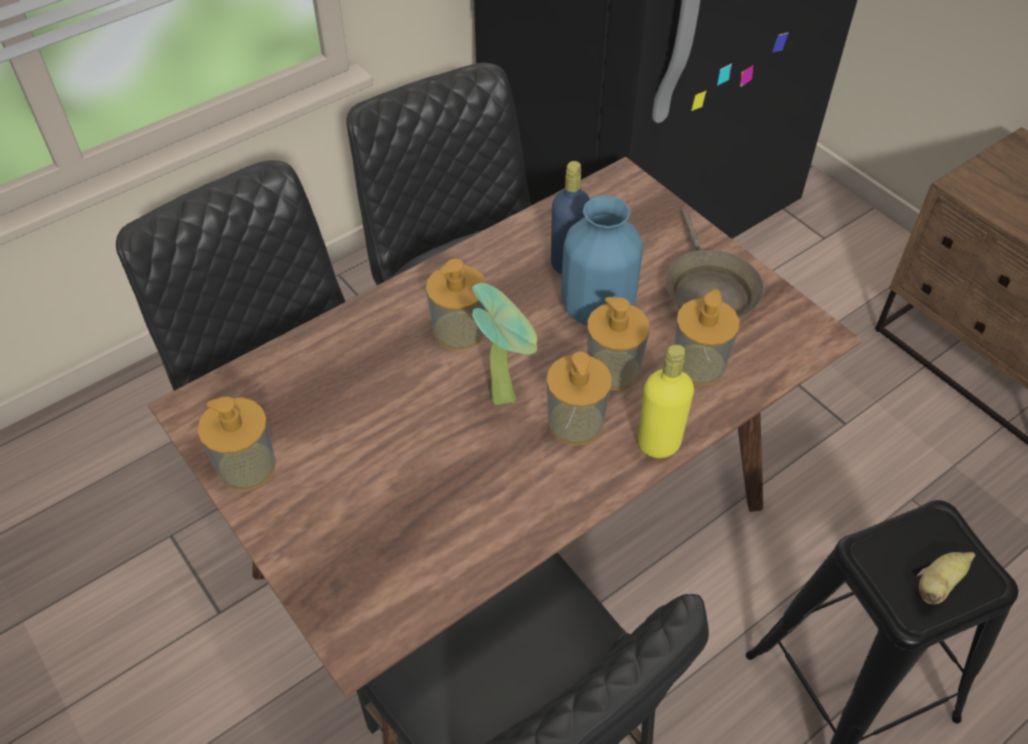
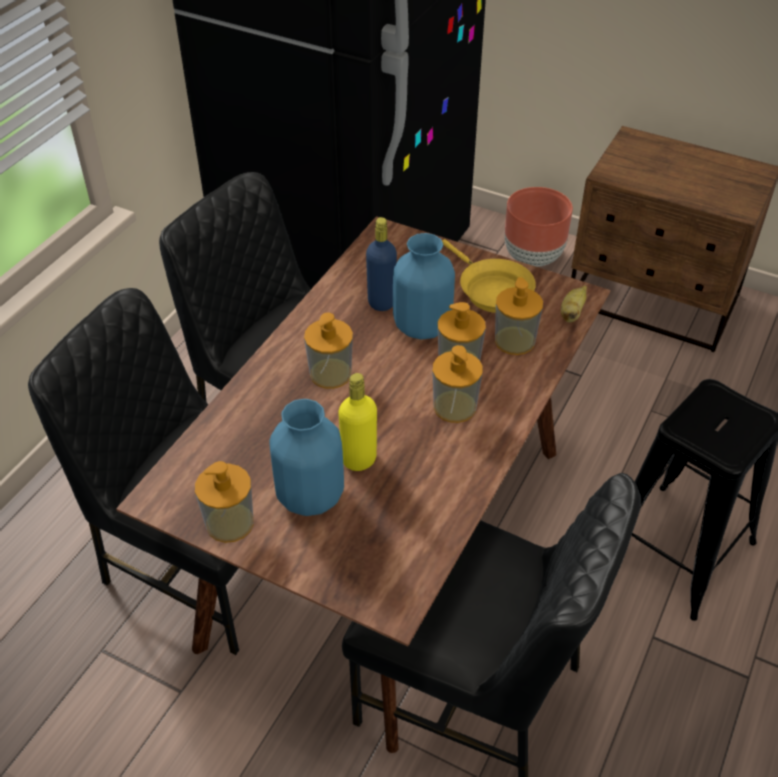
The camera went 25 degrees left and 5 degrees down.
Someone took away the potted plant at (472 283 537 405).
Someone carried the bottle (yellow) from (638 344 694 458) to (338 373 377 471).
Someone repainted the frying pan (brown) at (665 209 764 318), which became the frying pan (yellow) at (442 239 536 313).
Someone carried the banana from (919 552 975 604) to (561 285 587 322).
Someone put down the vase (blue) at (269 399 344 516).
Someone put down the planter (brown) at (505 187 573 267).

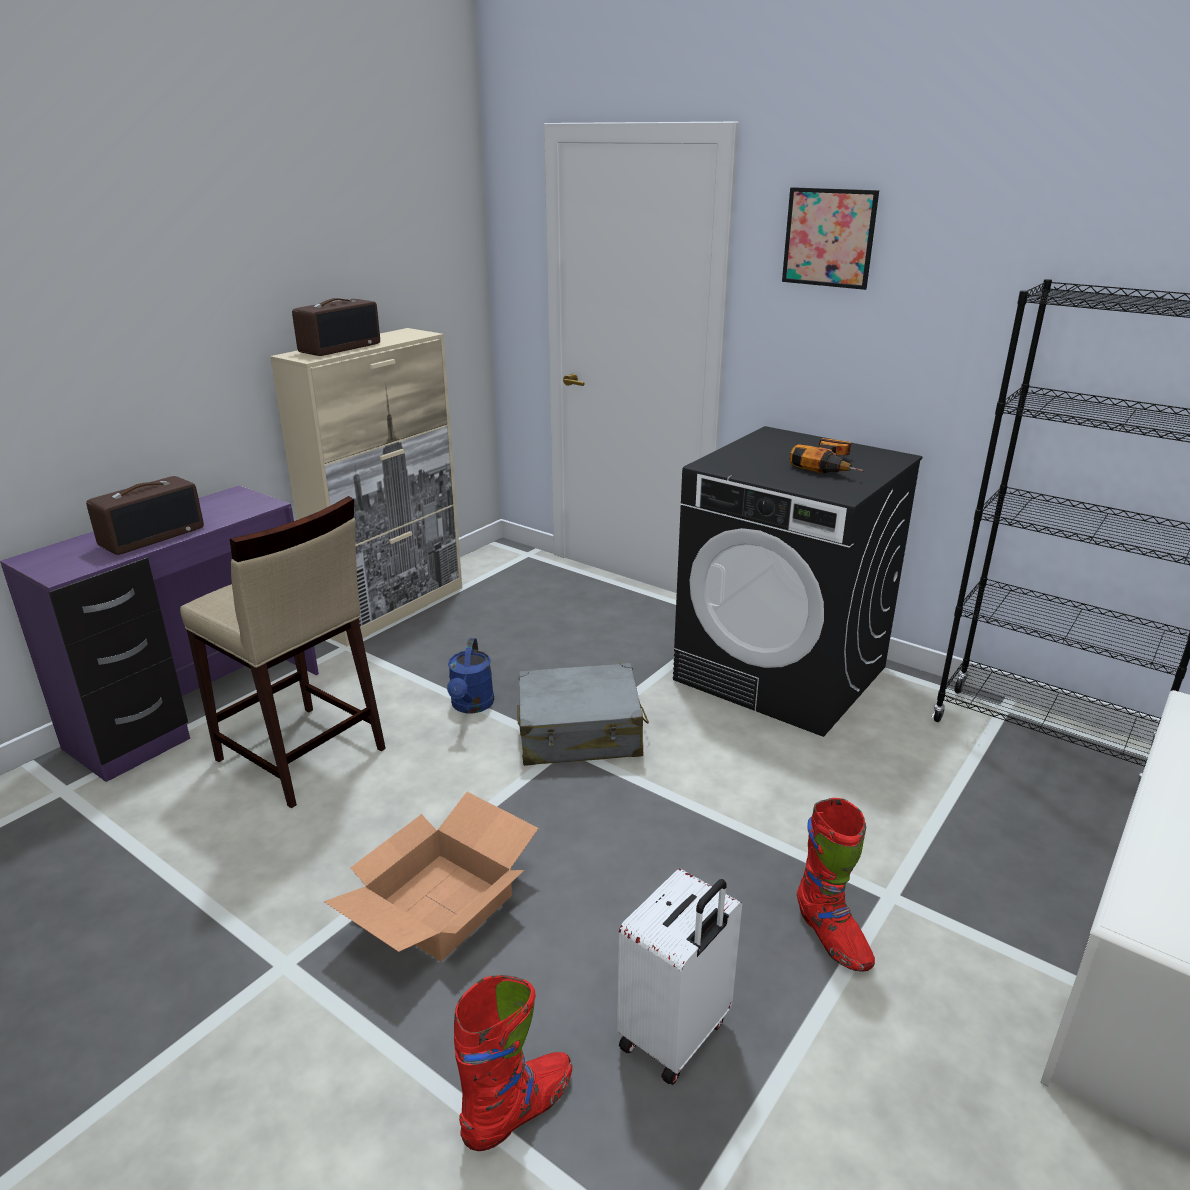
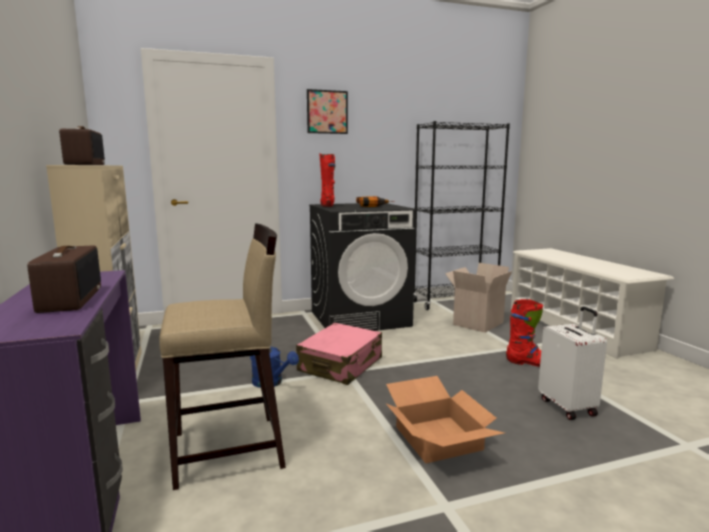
The camera went 55 degrees left and 15 degrees down.
Someone carried the boot (red) from (454 975 572 1151) to (319 153 335 207).
Someone repainted the suitcase (grey) at (517 663 649 766), which became the suitcase (pink) at (296 323 382 385).
Someone put down the cardboard box at (445 263 512 333).

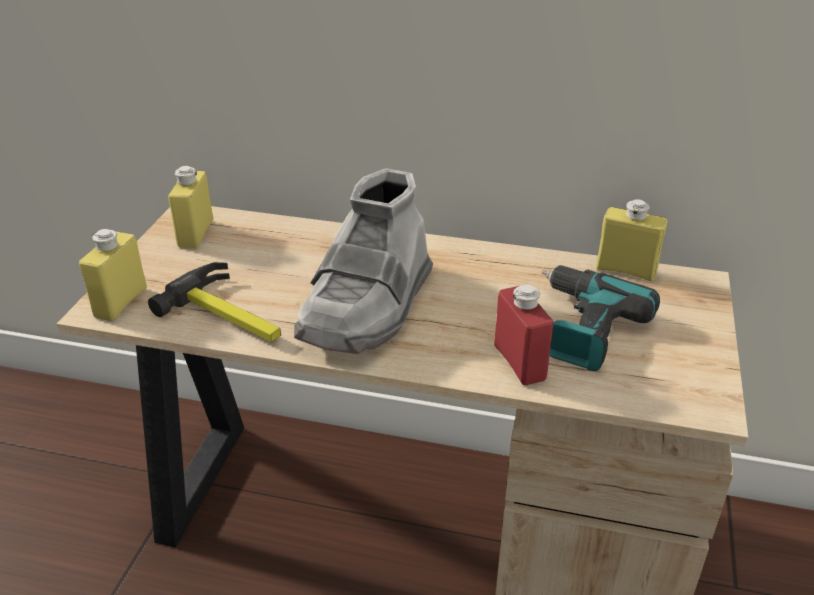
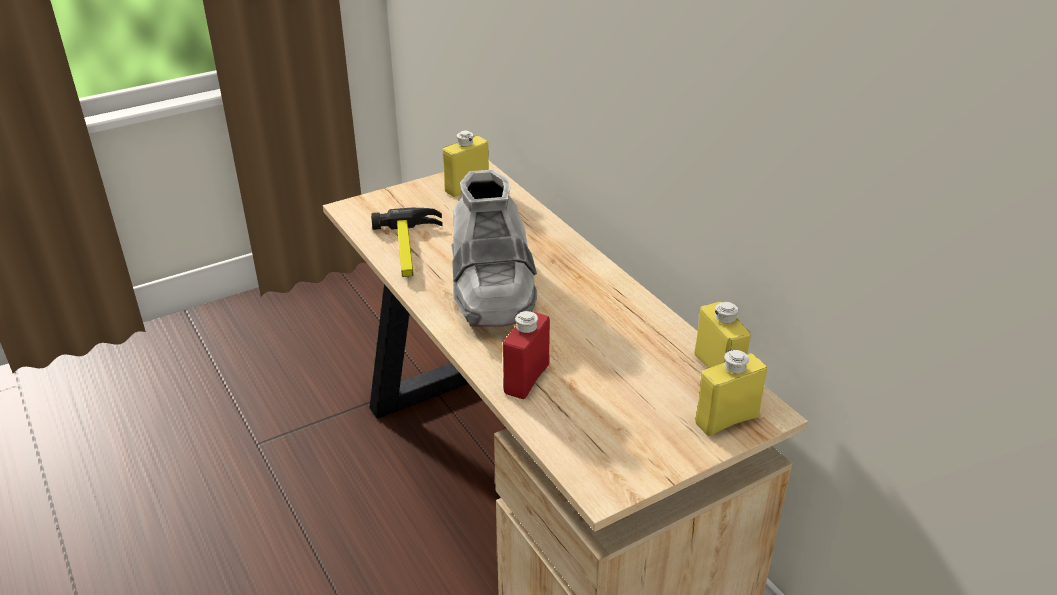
The camera went 45 degrees right and 0 degrees up.
Someone carried the bottle (yellow) from (79 229 147 321) to (695 350 767 436).
Someone rotated the boot (grey) at (294 168 433 354) by 75 degrees counterclockwise.
Someone took away the power drill at (542 265 660 371).

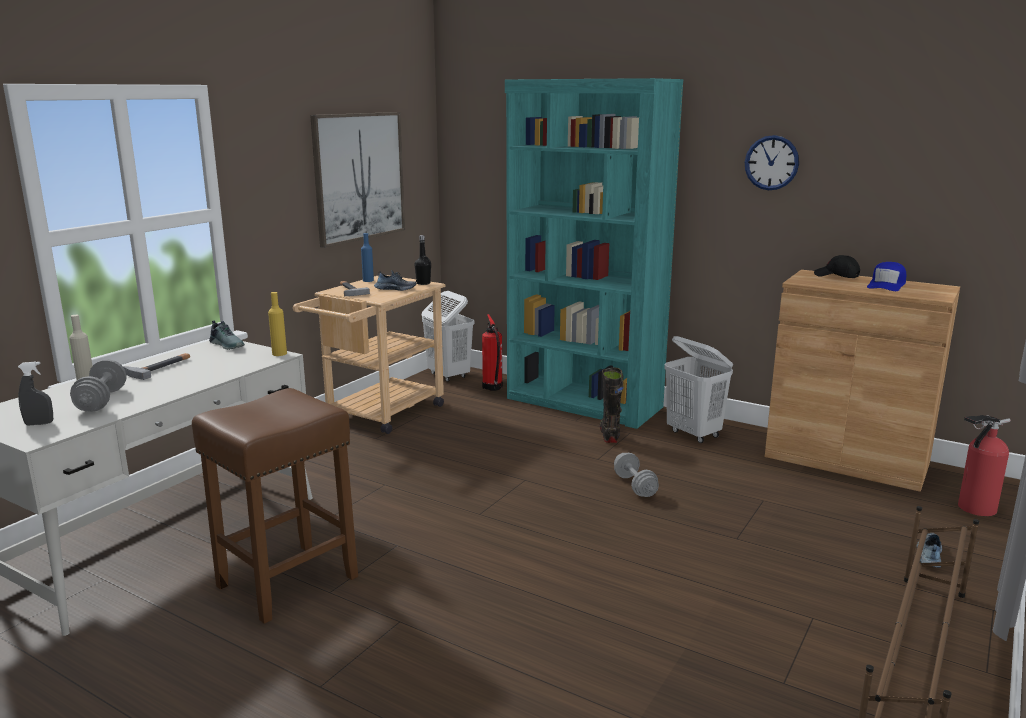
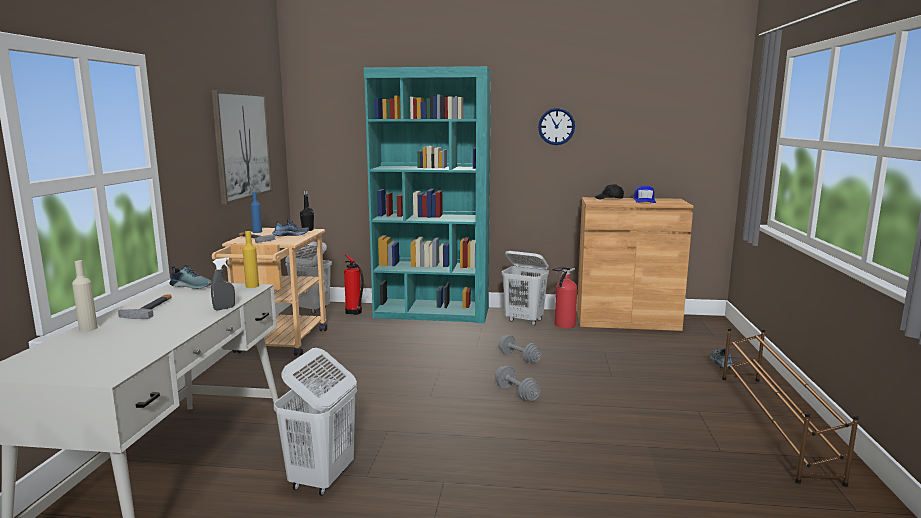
The camera went 25 degrees left and 5 degrees down.
Someone carried the spray bottle (grey) from (18 361 53 426) to (211 258 235 310).
Someone carried the dumbbell (grey) from (70 359 127 412) to (495 366 540 401).
Someone swapped the stool (brown) at (192 388 358 624) for the laundry basket (white) at (274 348 357 496).
Someone took away the boot (black) at (600 368 623 443).
Someone carried the fire extinguisher from (958 415 1011 516) to (552 267 577 328).

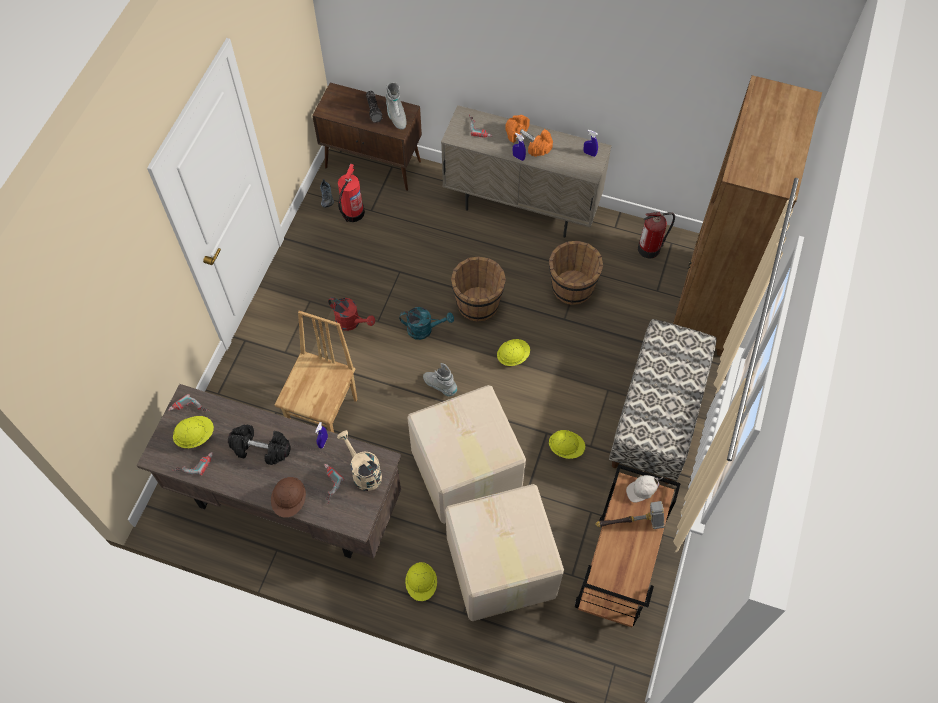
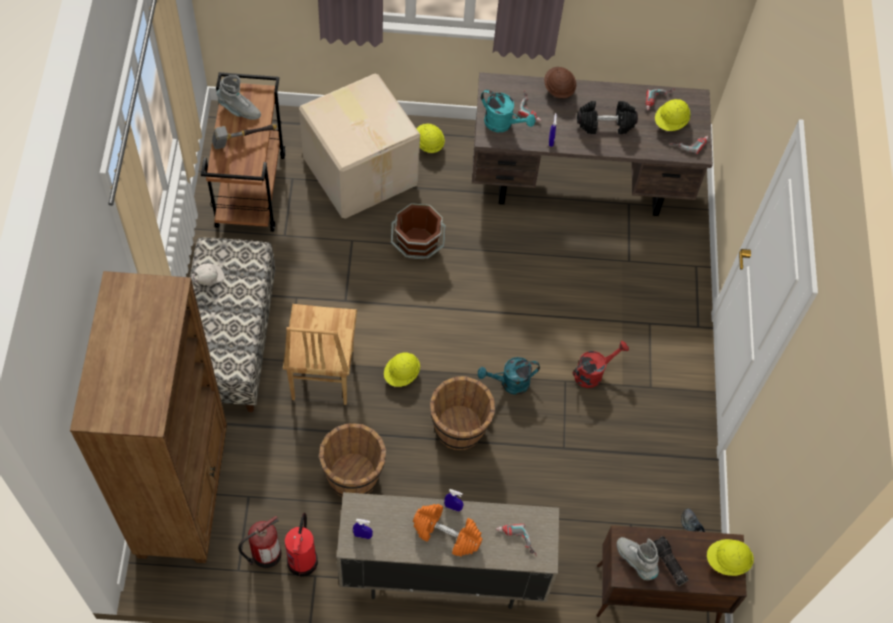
The camera went 160 degrees right and 0 degrees up.
Someone carried the chair (brown) from (275 311 358 433) to (283 304 357 405).
Someone rotated the watering can (red) at (328 297 375 331) by 135 degrees clockwise.
Someone repainted the watering can (beige) at (337 430 382 491), which became the watering can (turquoise) at (481 89 536 132).
Someone carried the fire extinguisher from (338 164 365 222) to (285 513 318 577).
Someone swapped the cardboard box at (407 385 526 524) for the bucket (brown) at (391 203 446 260).
Someone carried the boot (grey) from (423 363 457 397) to (217 75 261 120).
Someone carried the hard hat (yellow) from (549 430 585 459) to (707 539 754 576).
Someone carried the cap (white) from (626 475 663 503) to (192 263 225 285).

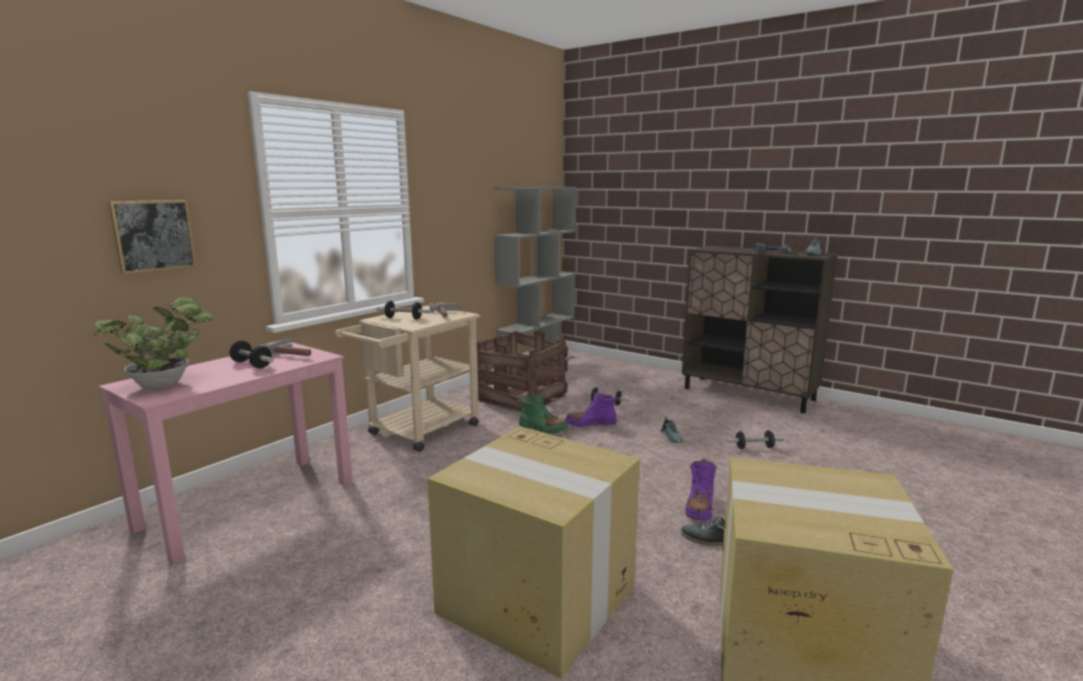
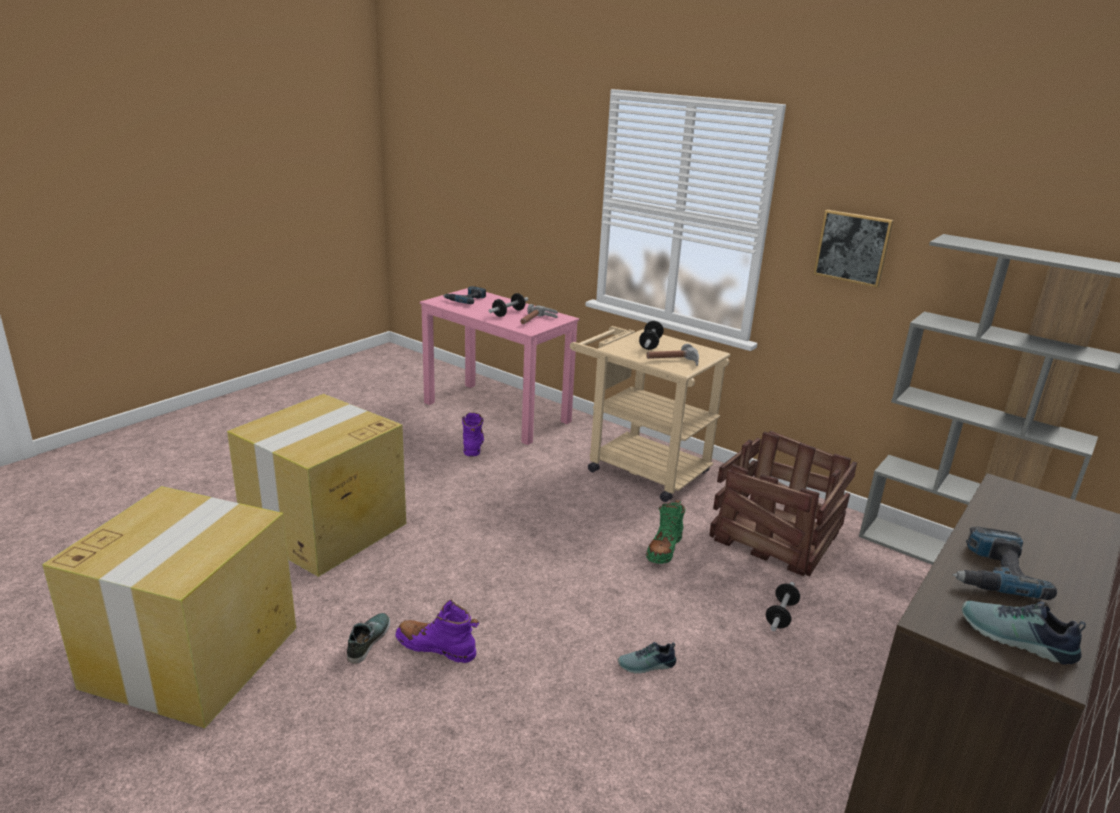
The camera went 90 degrees right and 10 degrees up.
Someone swapped the potted plant at (93 297 215 389) for the power drill at (443 286 486 304).
Someone carried the picture from (109 200 197 274) to (813 210 893 287).
Someone carried the boot (purple) from (566 391 619 427) to (462 413 484 457).
Someone took away the dumbbell at (726 430 784 449).

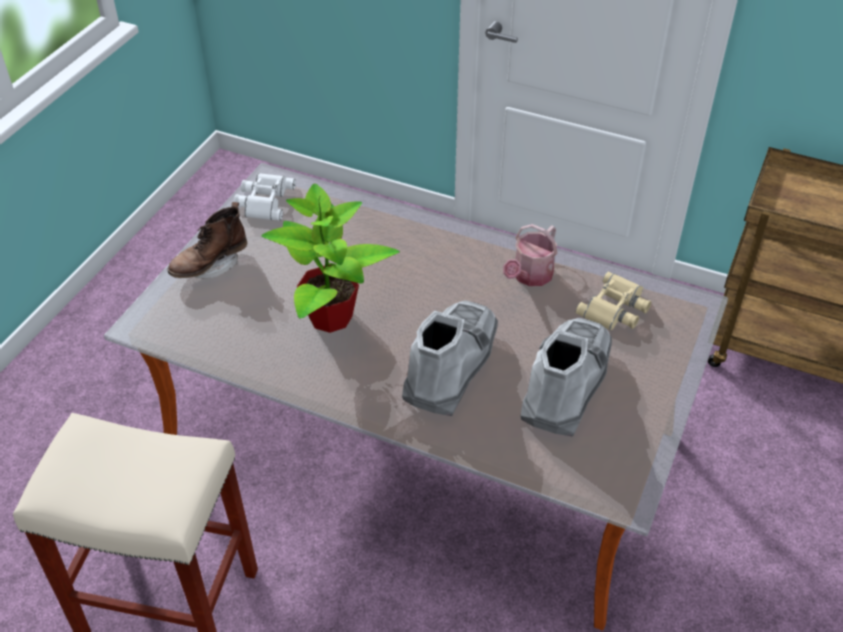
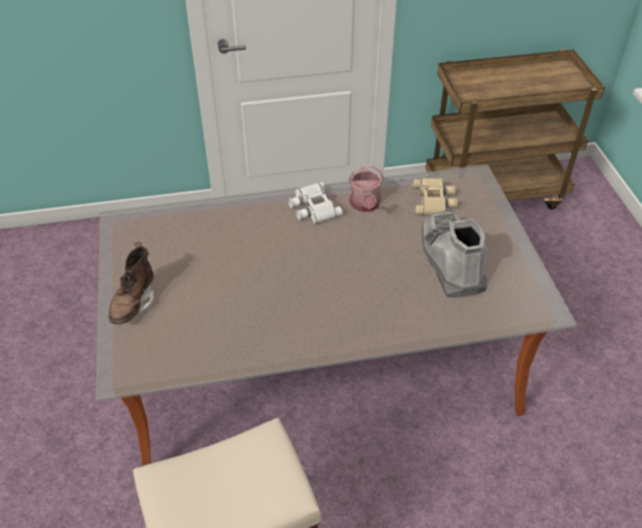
The camera went 35 degrees left and 0 degrees up.
Someone carried the binoculars (white) from (234 173 296 221) to (288 182 343 224).
Someone took away the potted plant at (261 183 400 333).
Someone took away the boot (grey) at (402 300 498 416).

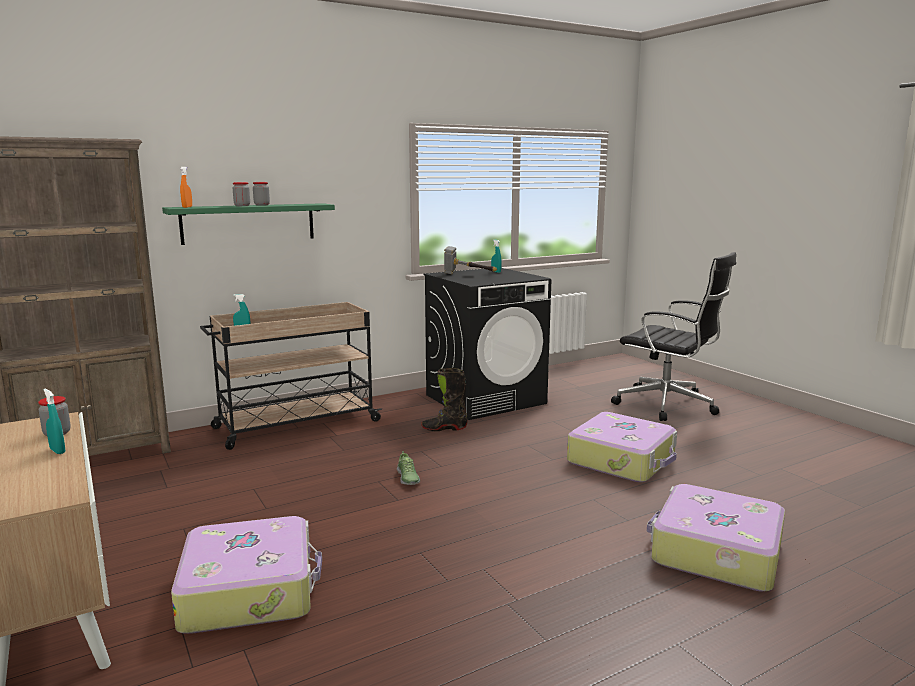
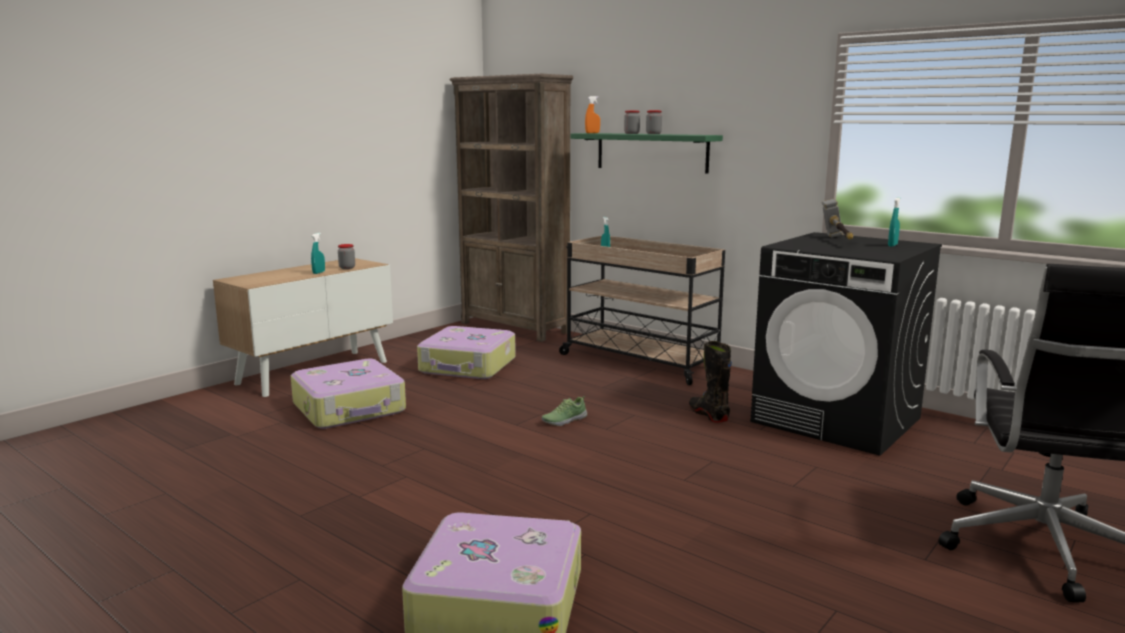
The camera went 70 degrees right and 0 degrees up.
Someone carried the suitcase from (567 412 677 482) to (417 326 516 379).

